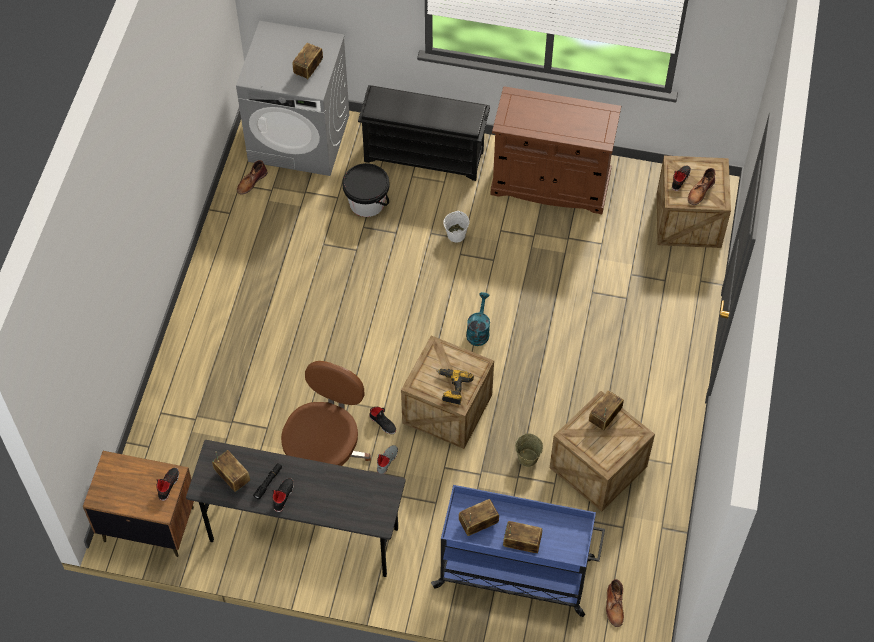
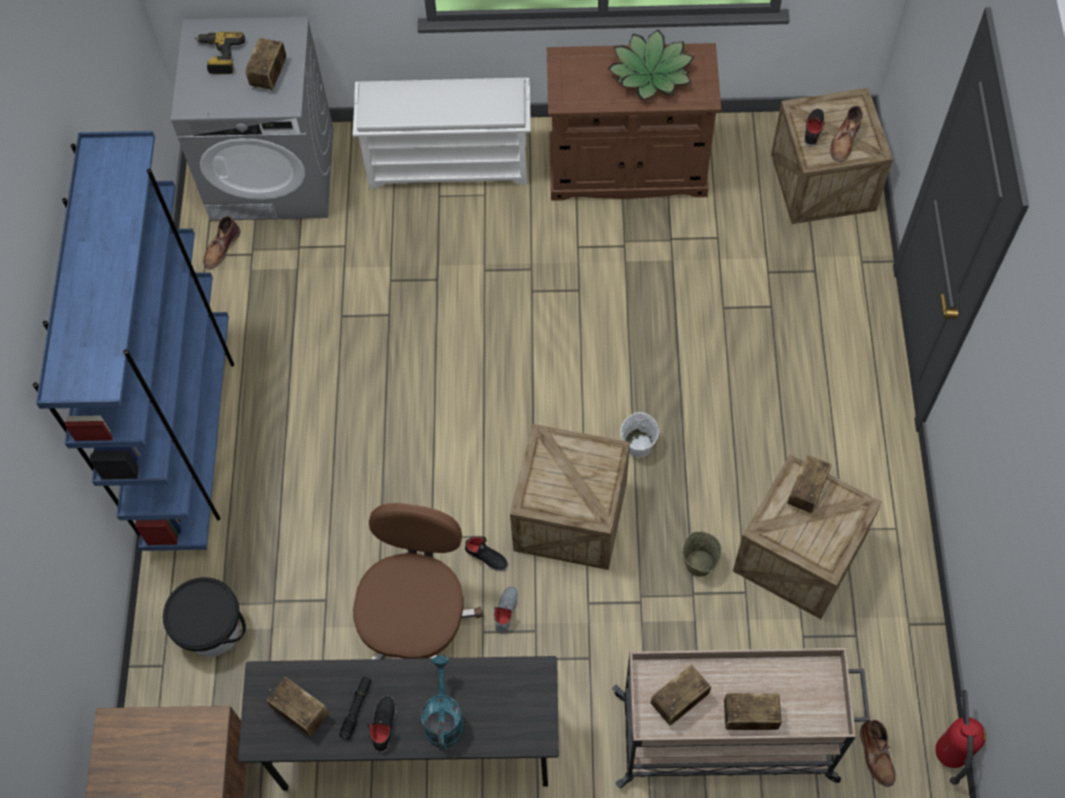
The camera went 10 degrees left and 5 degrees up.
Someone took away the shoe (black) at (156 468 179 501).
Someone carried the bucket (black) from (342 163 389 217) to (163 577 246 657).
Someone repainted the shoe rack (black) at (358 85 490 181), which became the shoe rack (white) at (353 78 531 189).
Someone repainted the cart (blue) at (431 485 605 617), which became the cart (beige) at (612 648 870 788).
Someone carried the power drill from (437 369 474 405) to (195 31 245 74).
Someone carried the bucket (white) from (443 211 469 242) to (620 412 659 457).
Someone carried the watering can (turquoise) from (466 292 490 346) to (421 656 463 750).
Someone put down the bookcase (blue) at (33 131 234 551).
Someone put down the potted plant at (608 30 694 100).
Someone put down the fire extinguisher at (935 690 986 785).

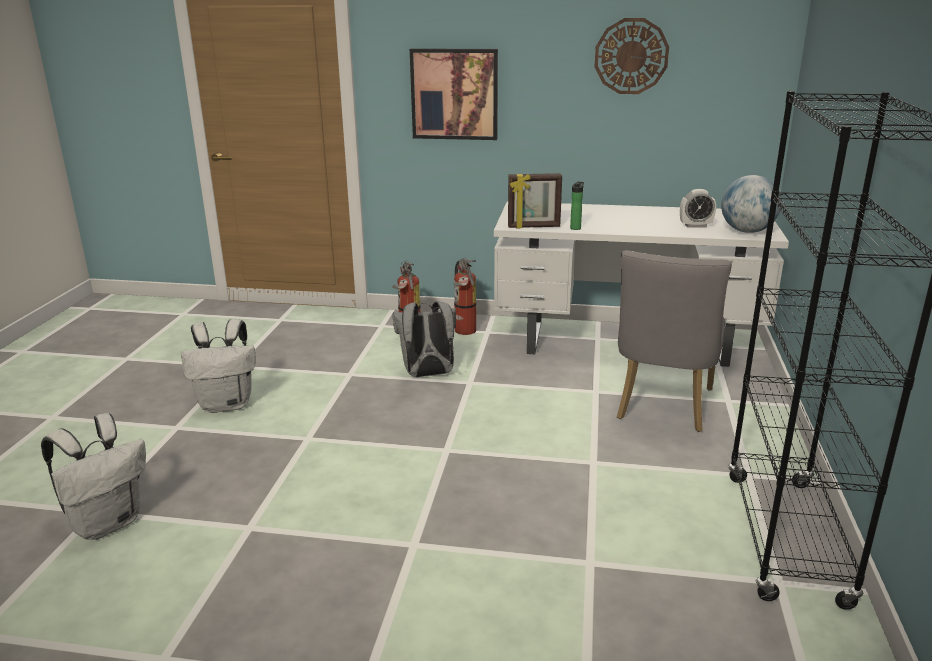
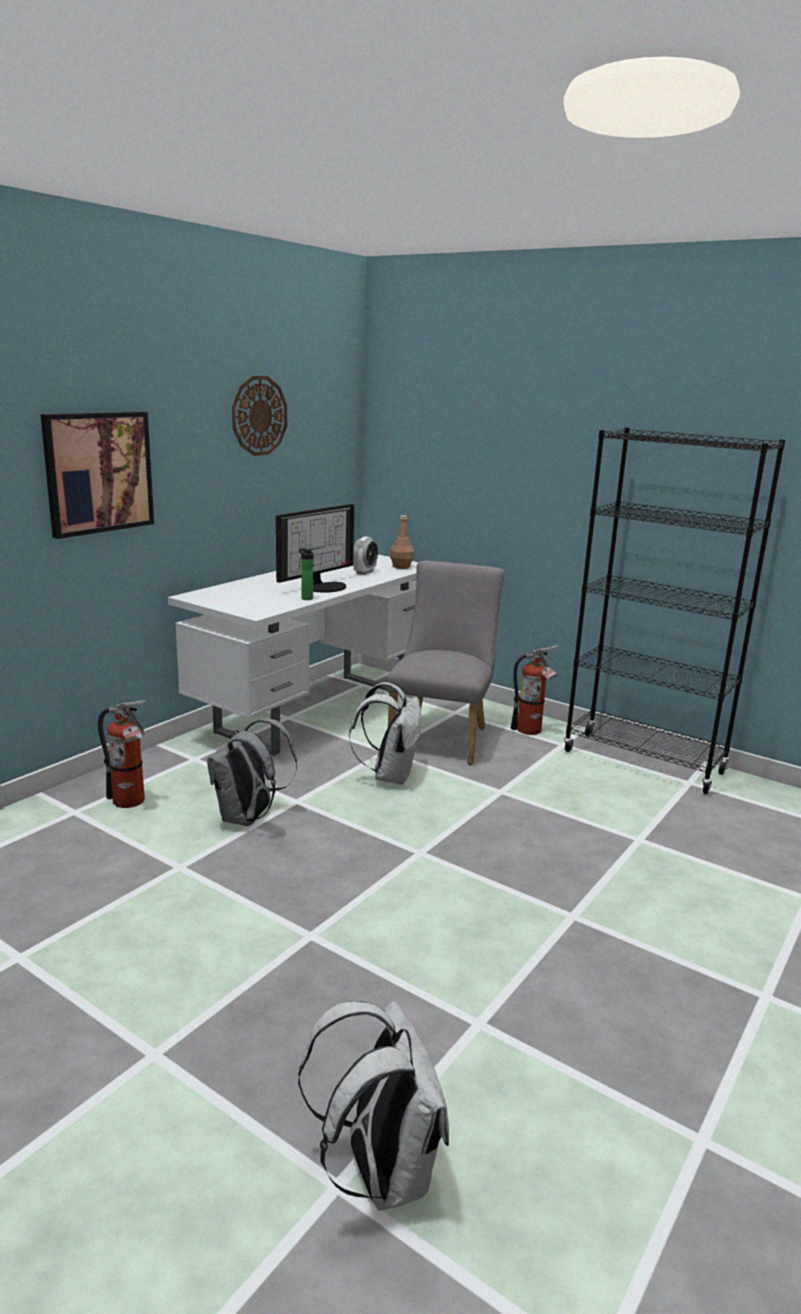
The camera went 65 degrees left and 5 degrees down.
Someone carried the backpack (white) from (181 319 256 413) to (349 682 421 785).
Someone carried the fire extinguisher from (453 258 476 335) to (511 645 559 735).
Someone took away the picture frame at (508 173 562 228).
Someone rotated the chair (grey) at (617 250 732 432) by 120 degrees counterclockwise.
Someone swapped the globe at (721 175 782 233) for the bottle (brown) at (390 515 414 569).
Someone put down the monitor at (276 504 354 593).

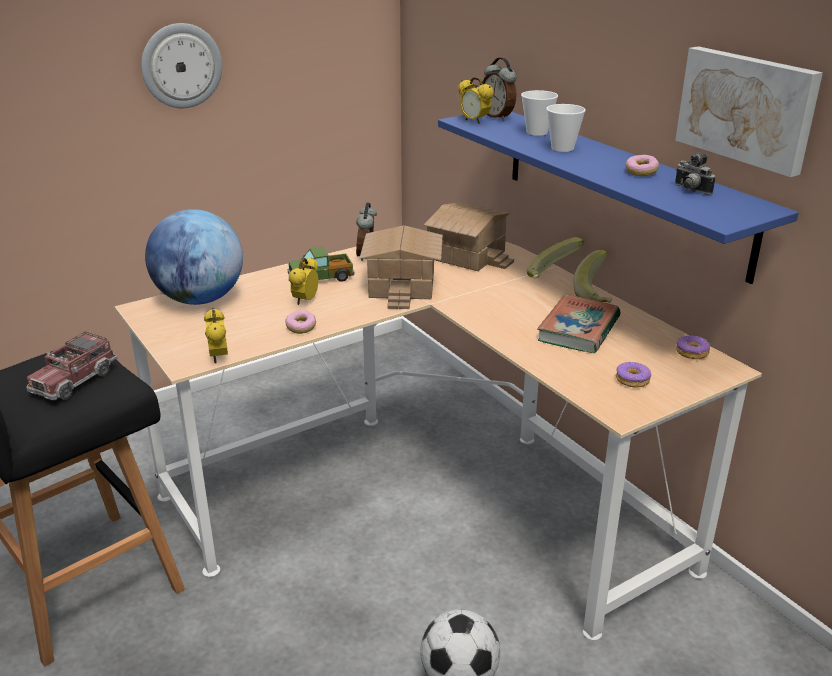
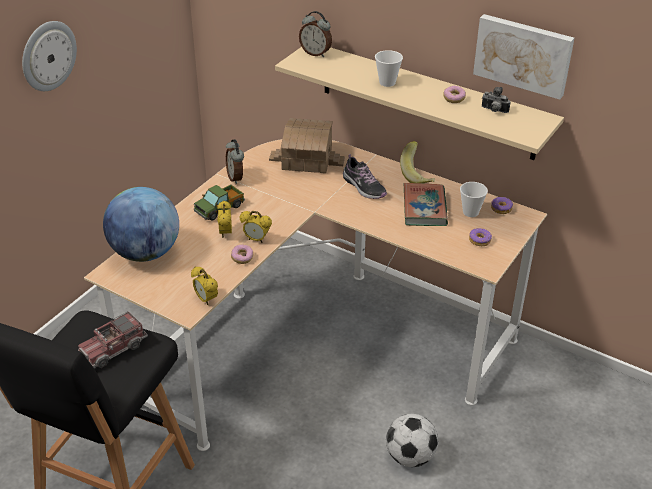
The camera went 25 degrees left and 10 degrees up.
Someone rotated the toy truck at (26 332 118 401) by 45 degrees clockwise.
Someone took away the toy house at (359 225 443 309).
Someone repainted the shelf (blue) at (438 112 799 284), which became the shelf (beige) at (275 47 564 160).
Someone carried the alarm clock from (458 77 494 124) to (240 211 272 243).
Someone carried the cup from (521 90 558 136) to (460 182 488 217).
Someone took away the banana at (527 237 584 279).
Someone put down the shoe at (343 154 387 199).

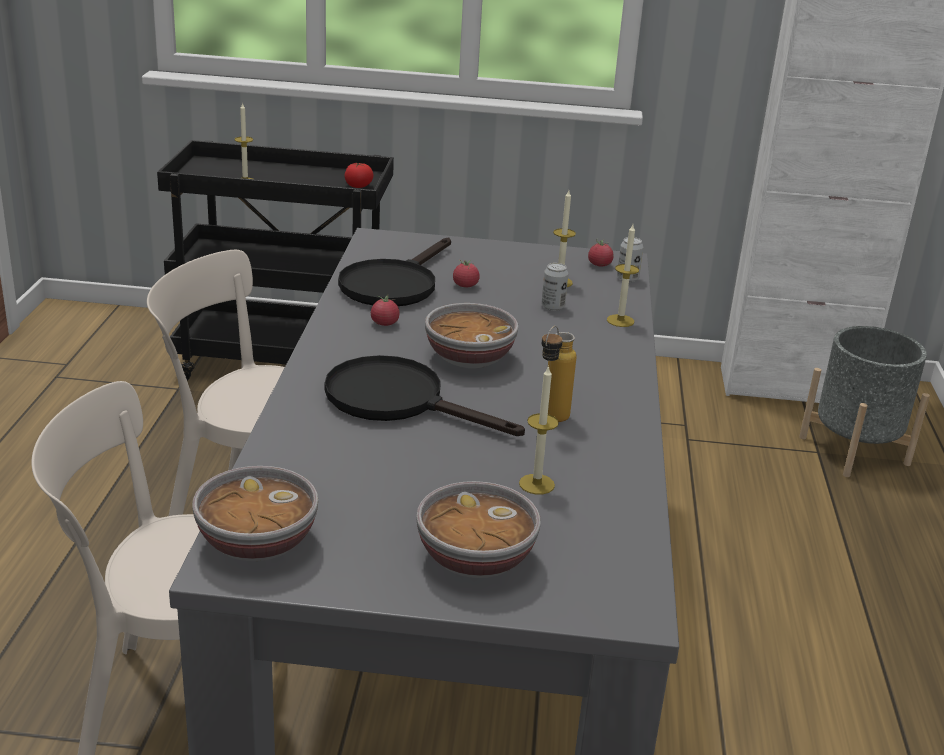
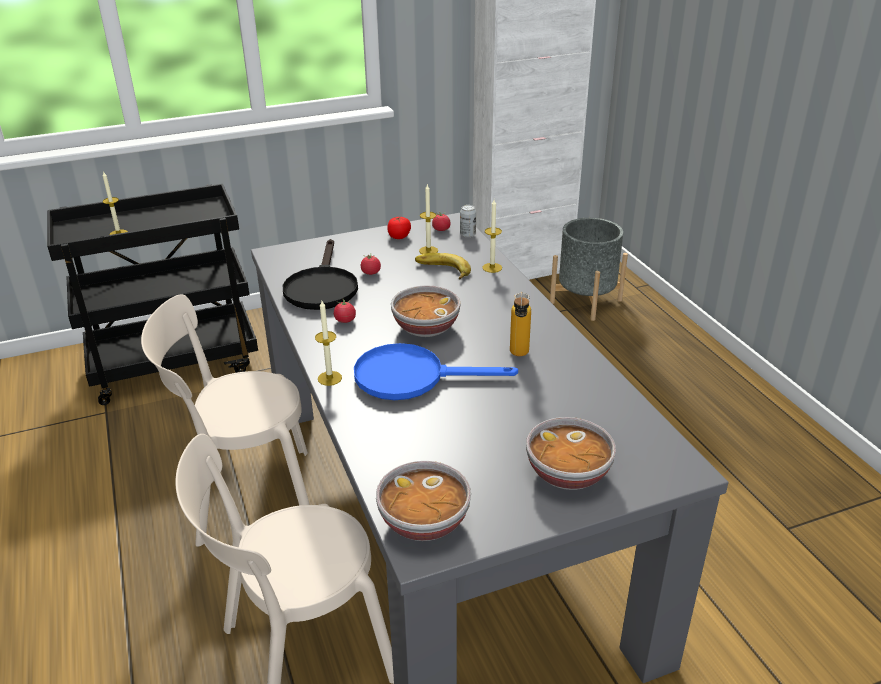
The camera went 25 degrees left and 5 degrees up.
Someone repainted the frying pan (black) at (325 355 525 436), which became the frying pan (blue) at (354 343 518 400).
Someone carried the tomato from (345 163 373 188) to (387 217 411 239).
Someone carried the candle from (519 365 559 494) to (315 301 342 386).
Someone swapped the can at (542 263 568 311) for the banana at (415 253 471 280).

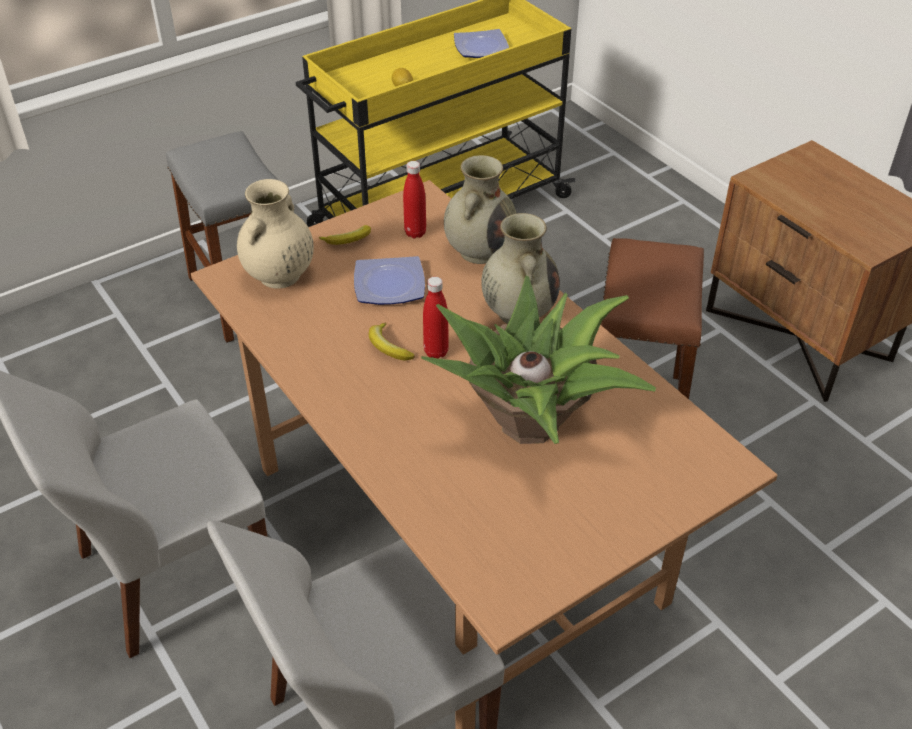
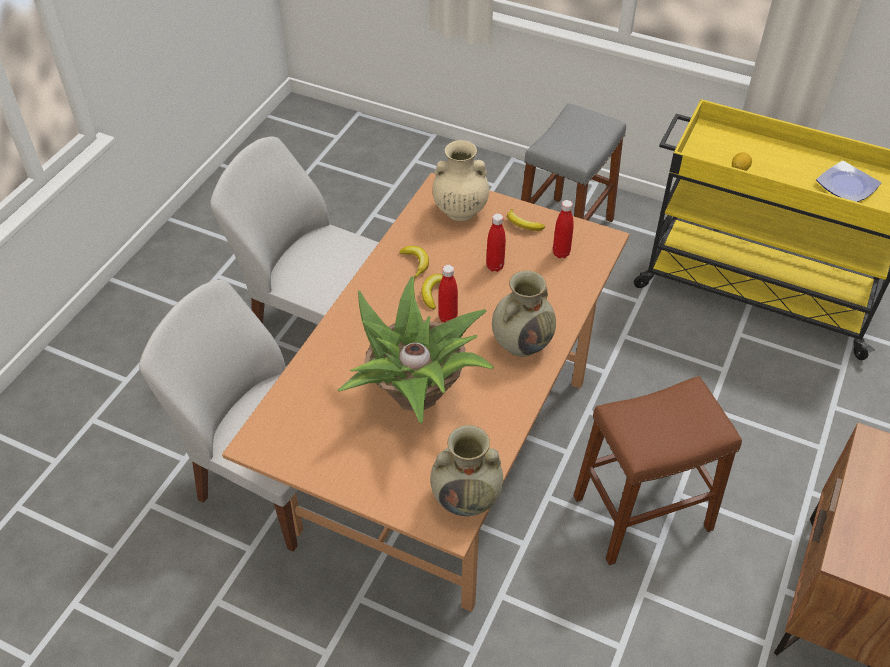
The camera went 60 degrees right and 5 degrees up.
Someone swapped the plate at (354 256 425 305) for the bottle (red) at (486 213 506 272).
Someone carried the vase (beige) from (444 155 516 264) to (430 425 503 516).
Someone put down the banana at (399 246 429 279).

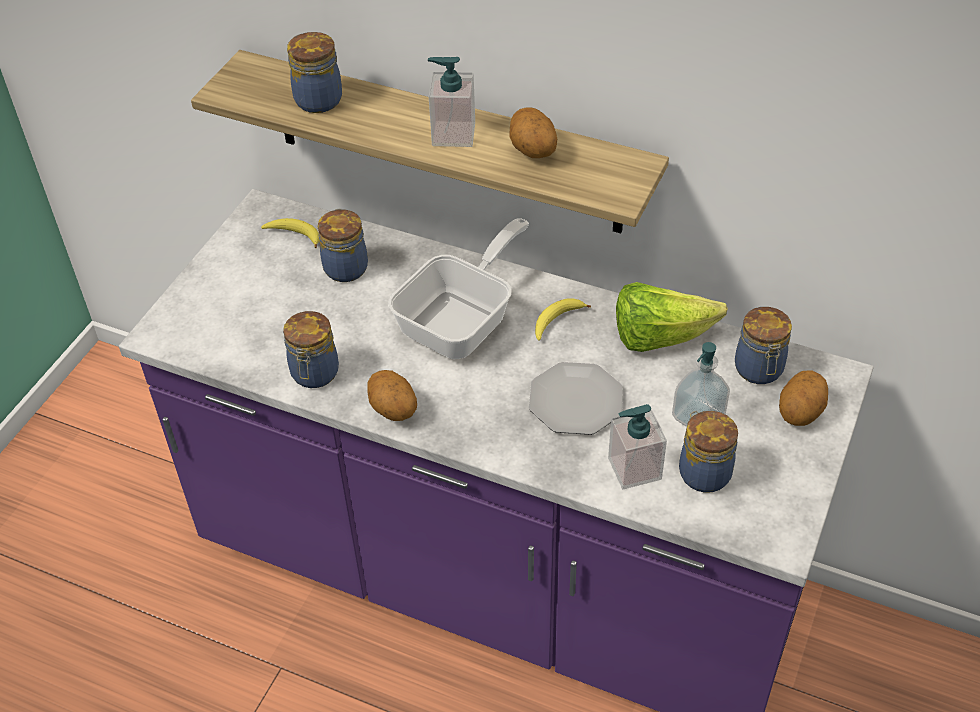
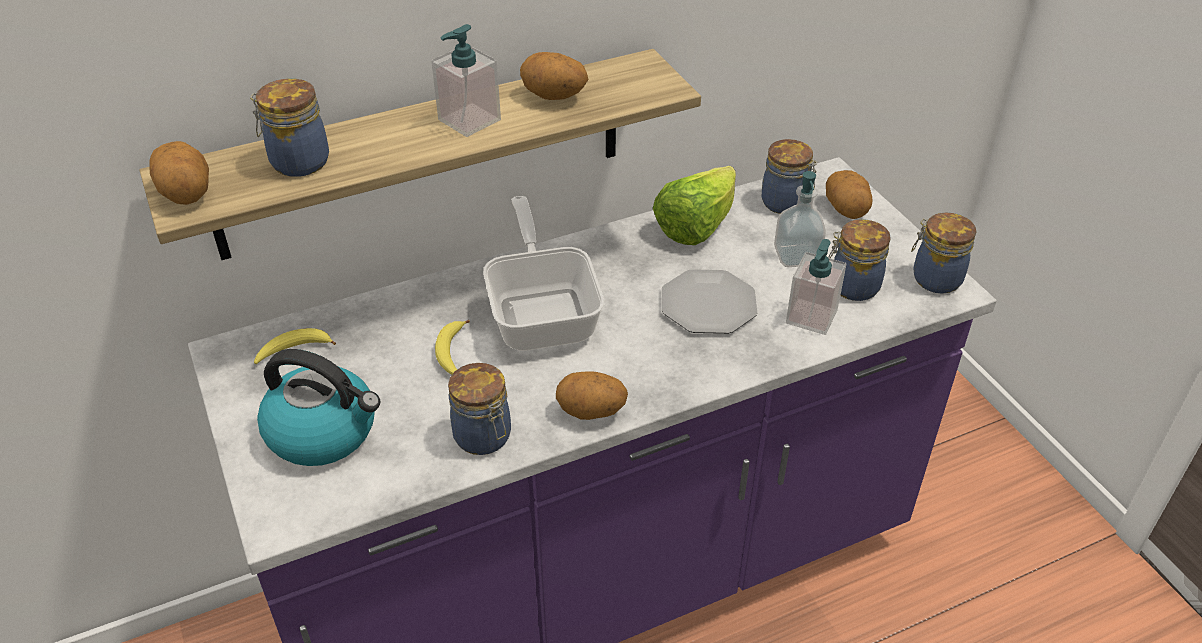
The camera went 50 degrees left and 5 degrees down.
Someone carried the jar from (318 208 368 282) to (911 212 976 294).
Someone carried the banana from (535 298 591 341) to (435 320 470 375).
Someone put down the potato at (149 141 209 205).
Someone put down the kettle at (257 349 380 466).

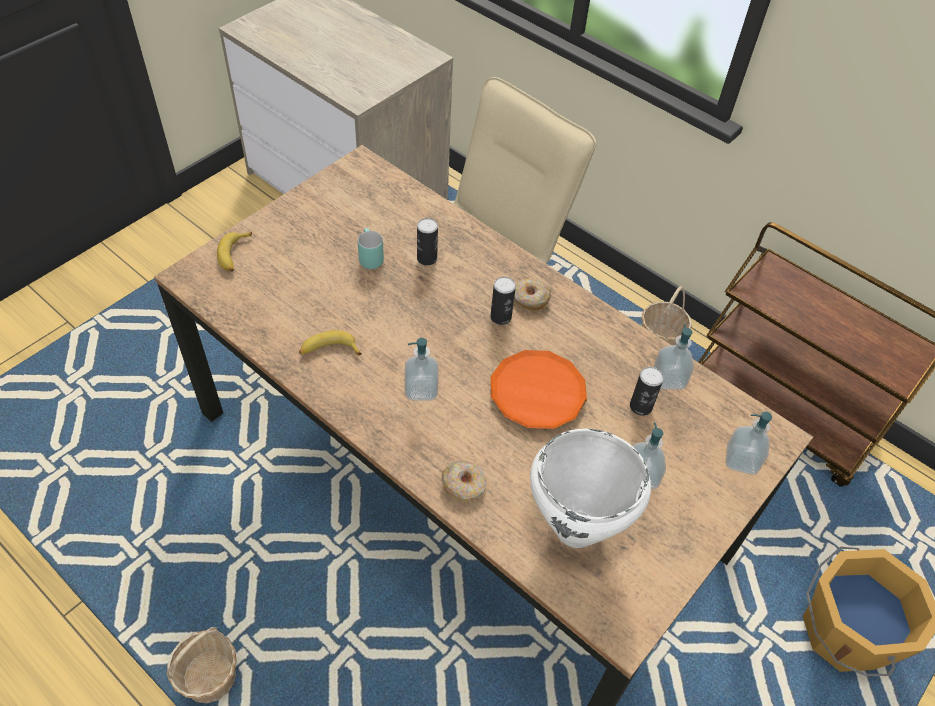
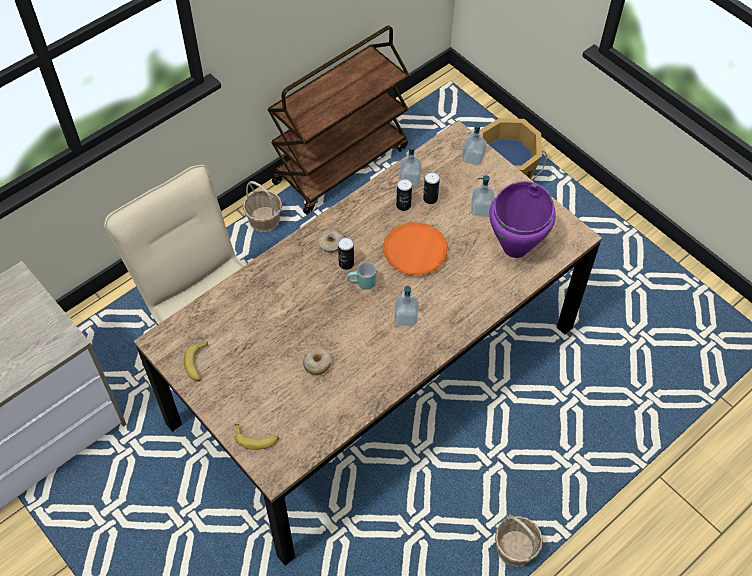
The camera went 80 degrees left and 5 degrees up.
Someone carried the banana from (299 330 362 355) to (184 342 208 382).
Someone carried the mug (turquoise) from (358 228 384 269) to (347 262 376 290).
Someone carried the can from (417 218 438 266) to (396 179 412 211).
Someone carried the donut from (441 460 486 501) to (303 348 332 375).
Someone repainted the cooking pot (white) at (530 429 651 548), which became the cooking pot (purple) at (489 181 556 258).

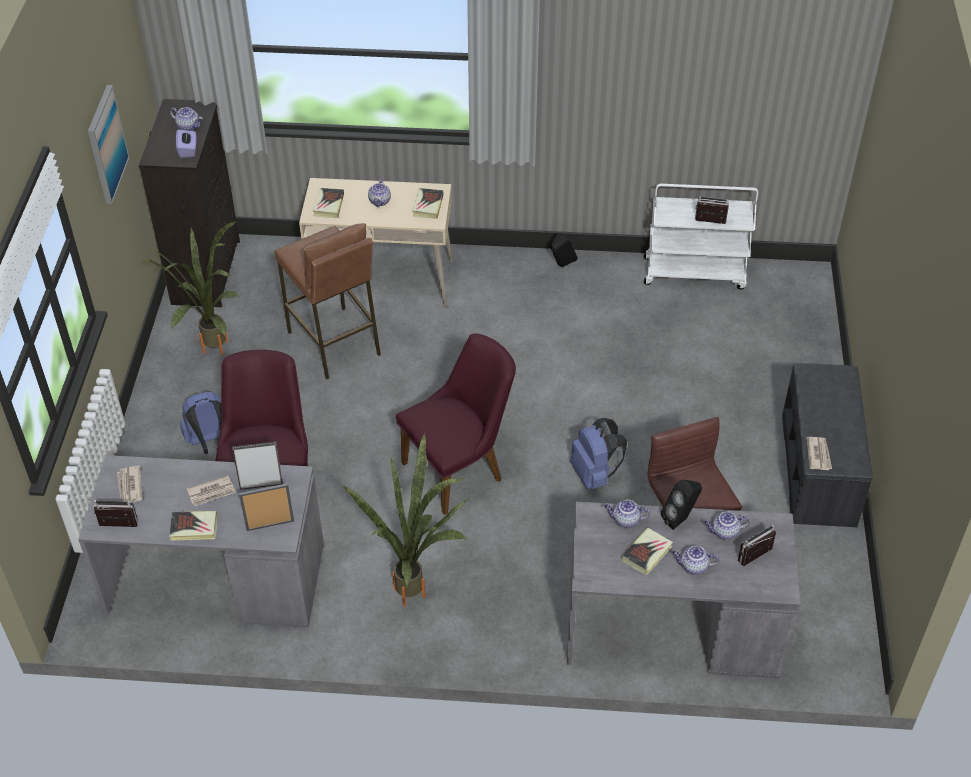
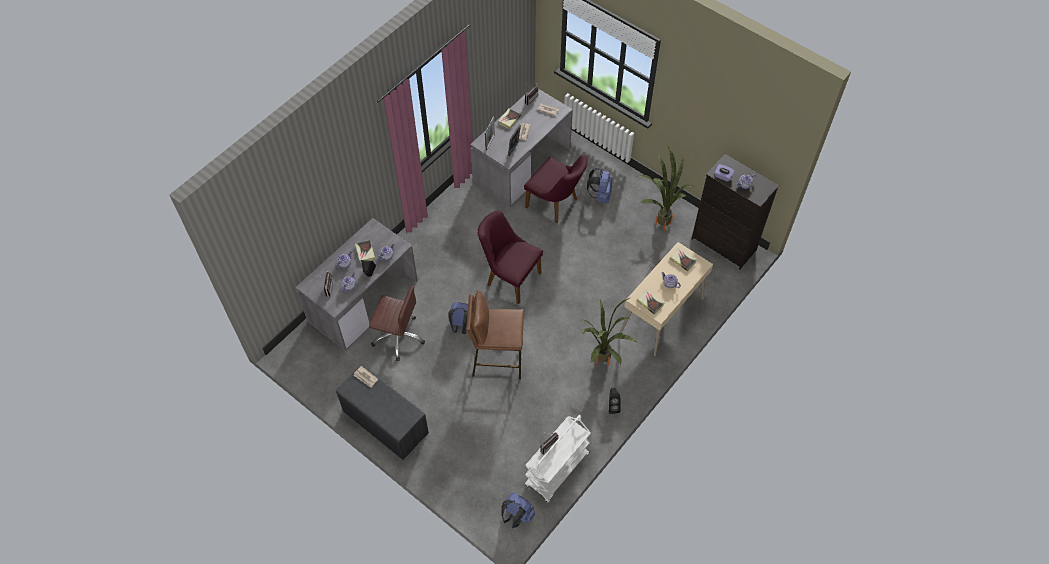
The camera went 125 degrees right and 10 degrees up.
Someone took away the picture at (88 85 130 204).
Someone carried the stool (brown) from (275 223 381 379) to (466 290 524 379).
Someone carried the potted plant from (342 433 471 607) to (579 297 638 365).
Someone rotated the chair (purple) at (396 333 516 515) by 120 degrees clockwise.
Someone put down the backpack (blue) at (501 493 535 528).

